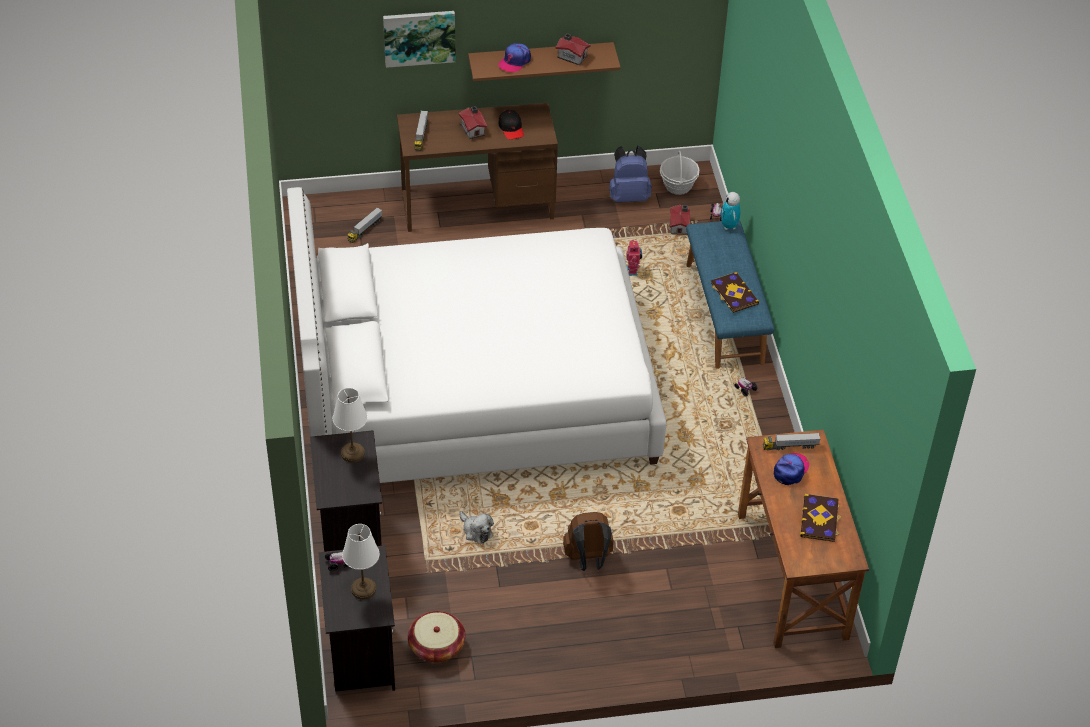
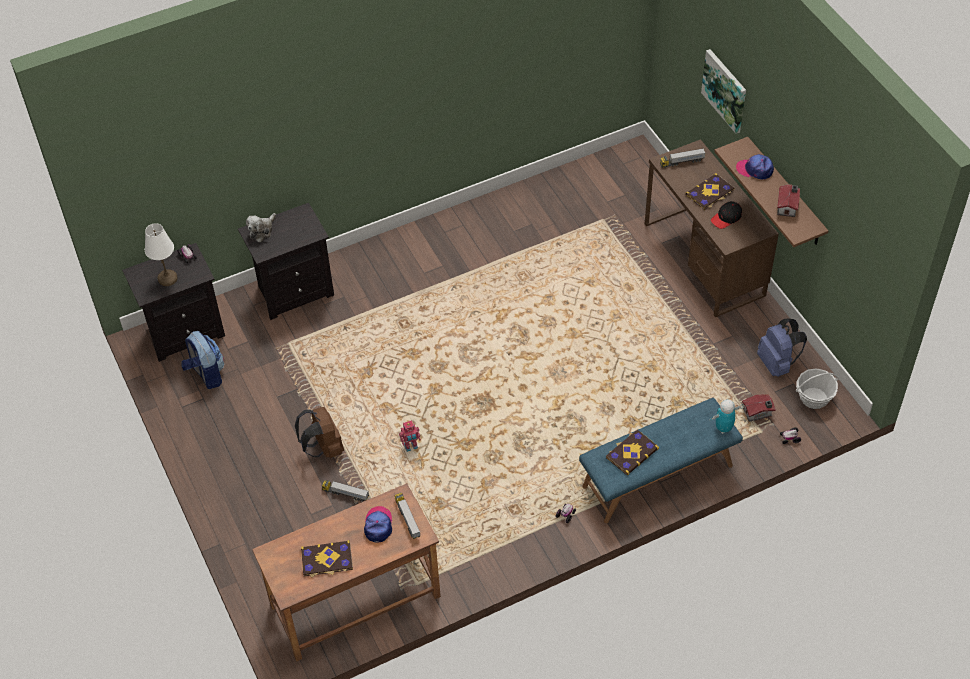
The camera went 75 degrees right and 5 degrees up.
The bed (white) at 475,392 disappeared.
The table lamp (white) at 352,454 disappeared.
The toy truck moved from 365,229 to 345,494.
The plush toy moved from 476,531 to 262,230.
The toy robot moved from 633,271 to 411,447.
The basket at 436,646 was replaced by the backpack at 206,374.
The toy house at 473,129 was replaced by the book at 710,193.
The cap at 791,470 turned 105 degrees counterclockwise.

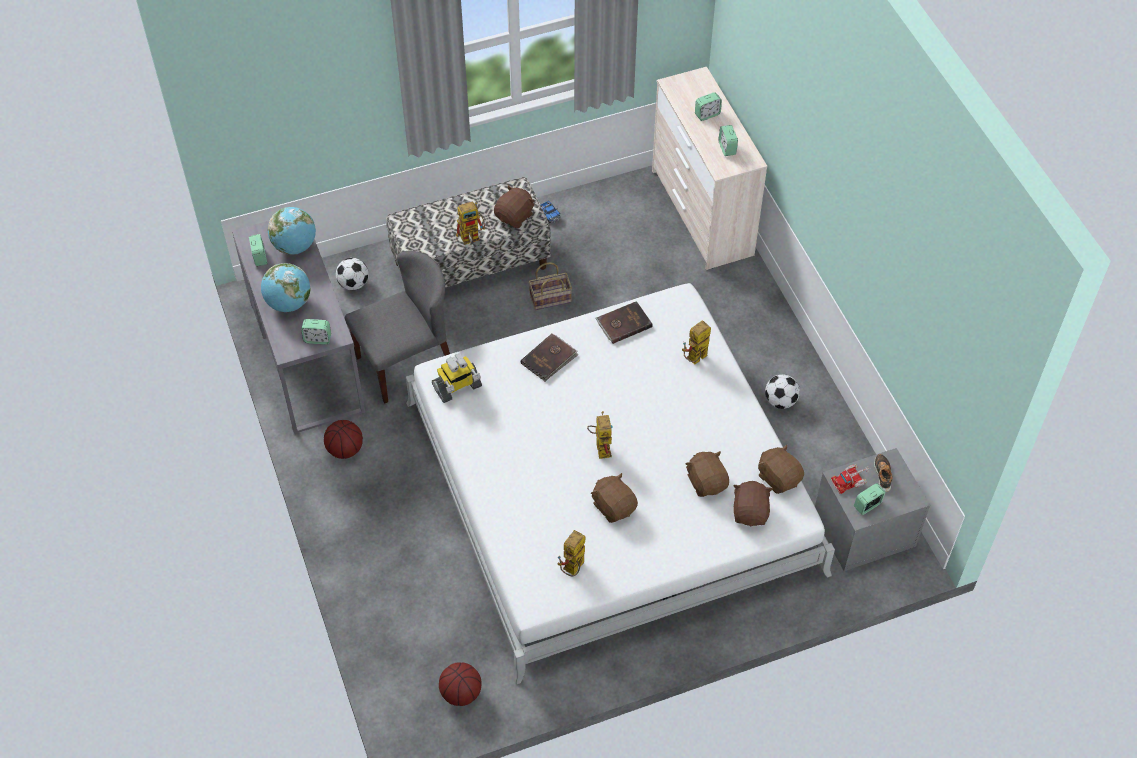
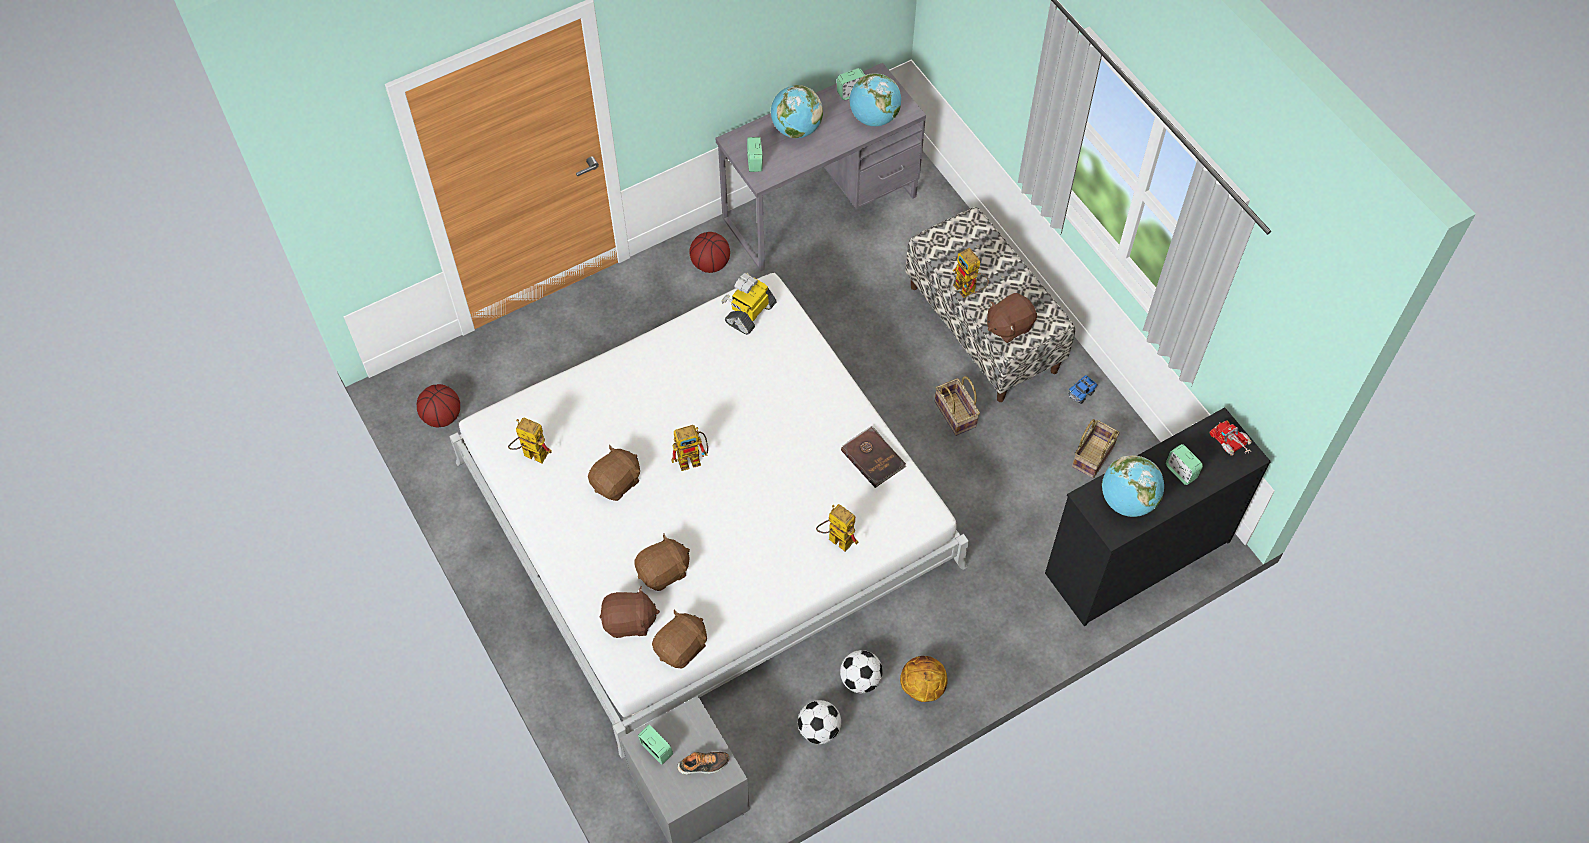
The camera went 80 degrees right and 5 degrees up.
The chair (grey) at 406,363 disappeared.
The book (brown) at 549,359 disappeared.
The basketball at 921,687 appeared.
The basket at 1092,455 appeared.
The football moved from 353,284 to 819,729.
The toy truck moved from 850,480 to 1231,443.
The alarm clock at 727,148 was replaced by the globe at 1127,501.
The dresser (beige) at 700,213 became the dresser (black) at 1136,556.
The toy robot at 457,387 turned 75 degrees clockwise.
The plush toy (brown) at 515,216 turned 120 degrees clockwise.

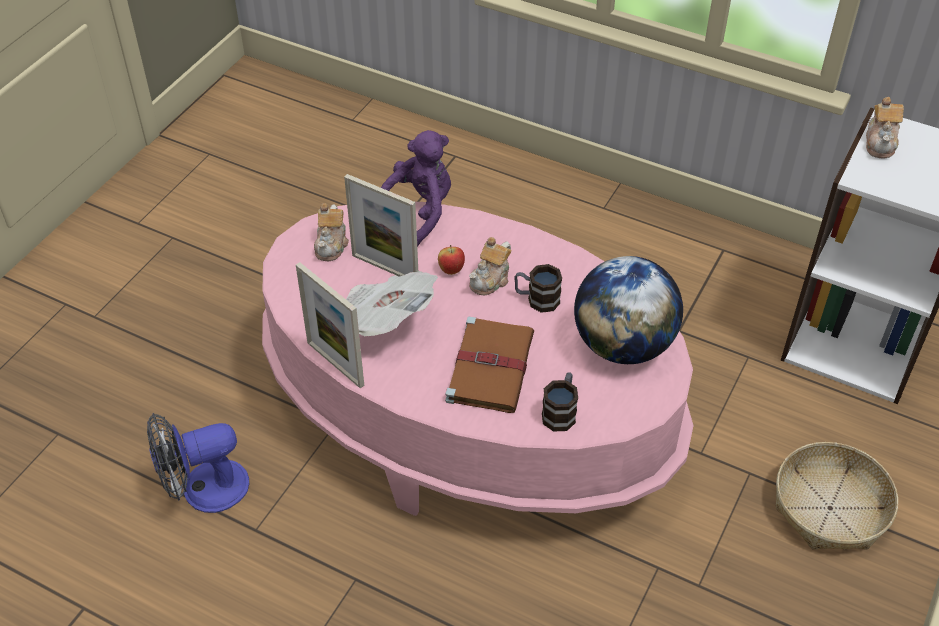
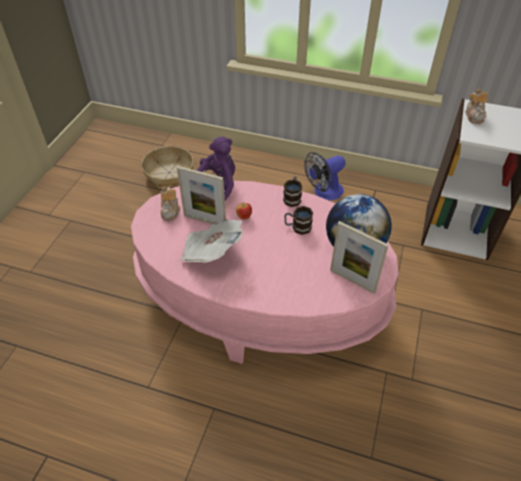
The camera went 10 degrees left and 0 degrees up.
The book (brown) at 490,366 disappeared.
The teapot at 491,280 disappeared.
The fan moved from 203,490 to 324,192.
The picture frame moved from 335,364 to 352,281.
The mug moved from 561,411 to 292,197.
The basket moved from 830,508 to 169,173.

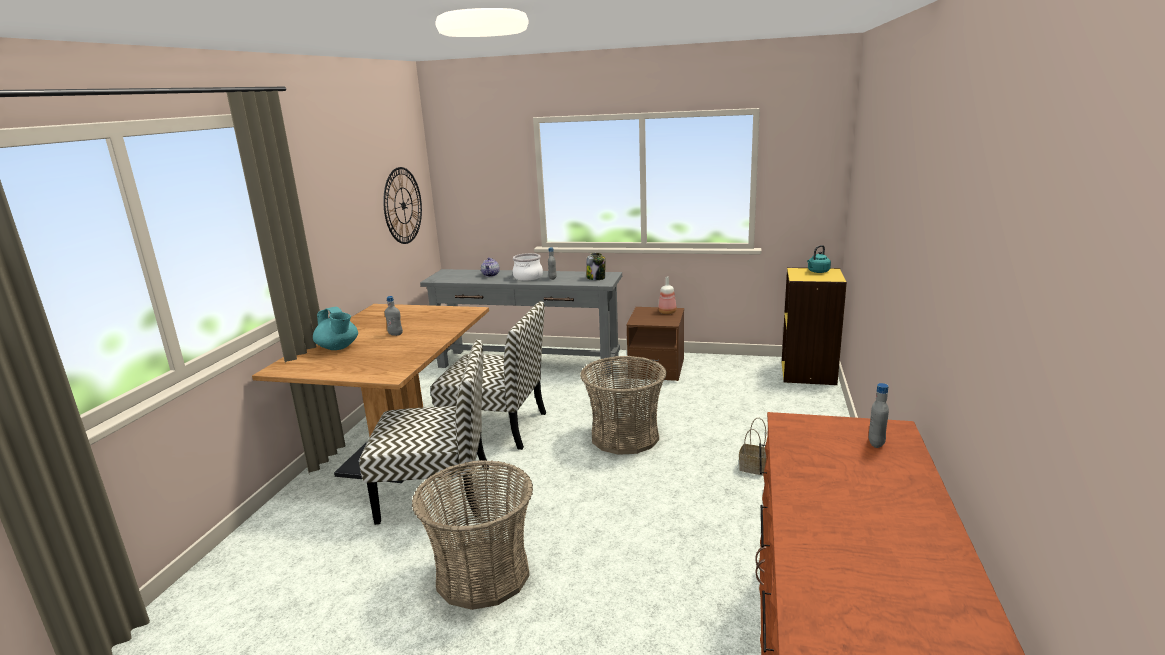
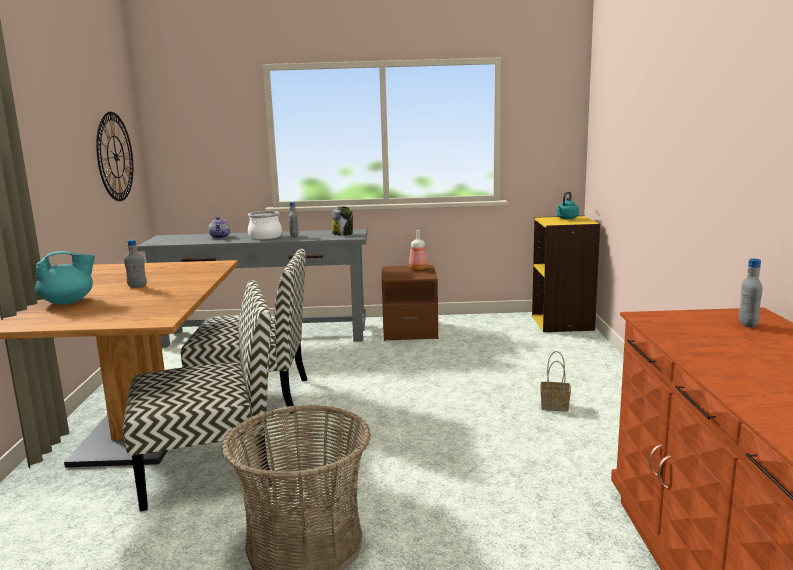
The camera went 15 degrees left and 5 degrees down.
The basket at 624,437 disappeared.
The teapot (turquoise) at 338,347 turned 60 degrees counterclockwise.

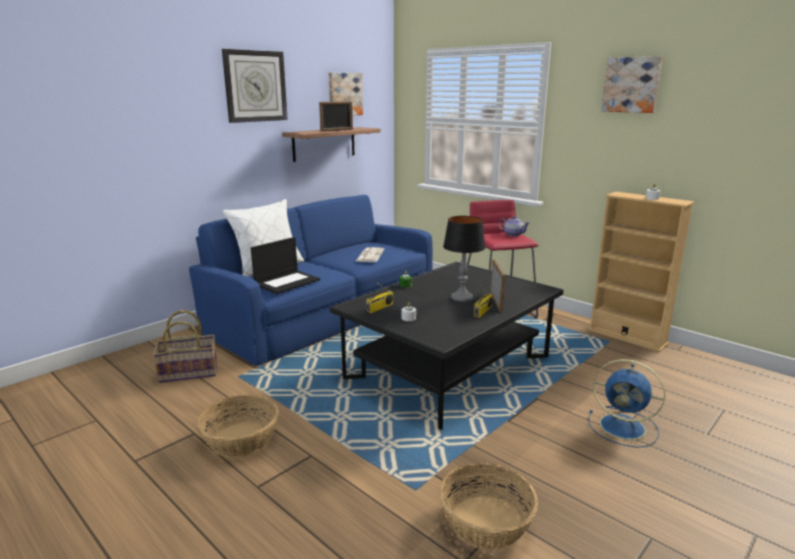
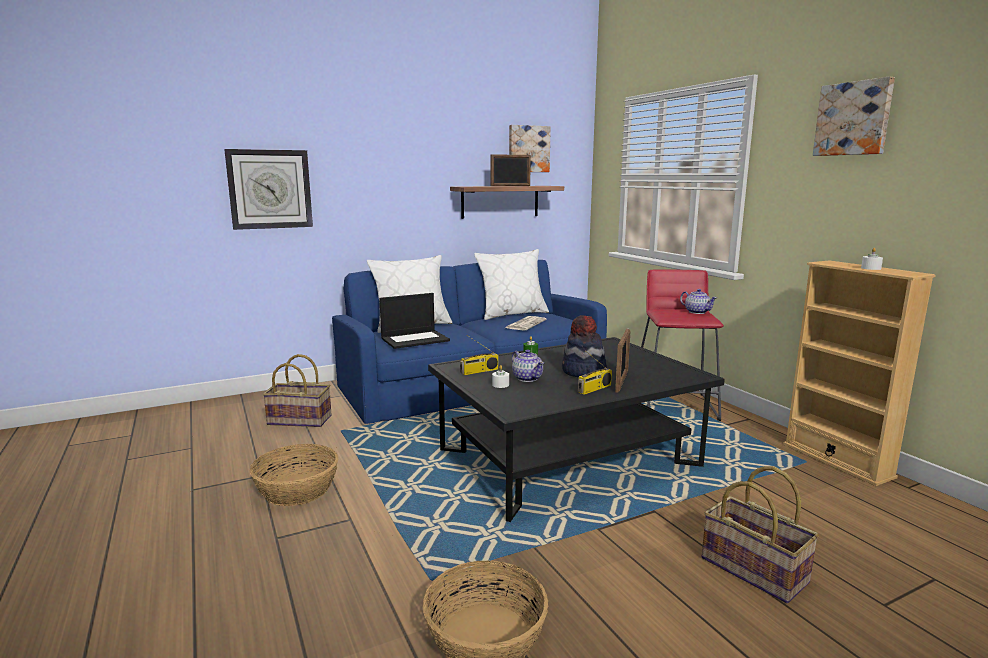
The camera went 20 degrees right and 5 degrees down.
The pillow (white) at 512,314 appeared.
The teapot at 527,378 appeared.
The wall clock moved from 255,86 to 270,189.
The table lamp at 462,298 was replaced by the hat at 583,372.
The fan (blue) at 624,427 was replaced by the basket at 755,569.

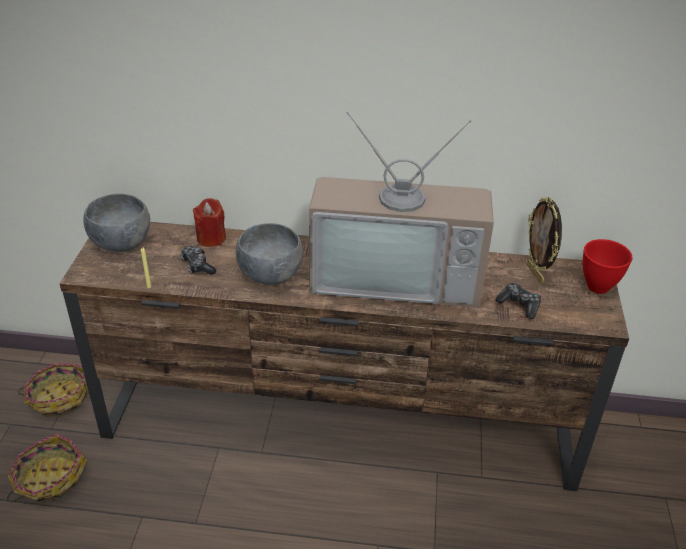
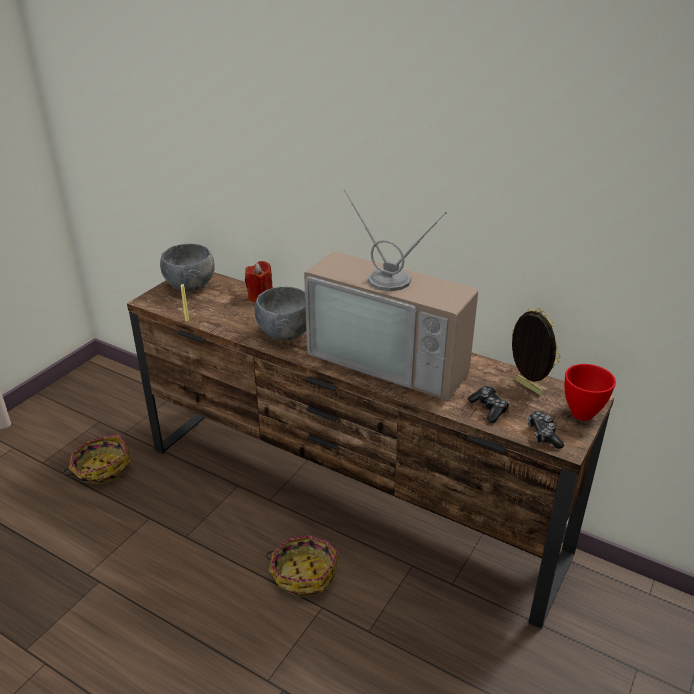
The camera went 25 degrees right and 5 degrees down.
The basket moved from 59,397 to 304,573.
The game controller moved from 197,266 to 543,435.
The picture frame at 536,273 turned 135 degrees clockwise.

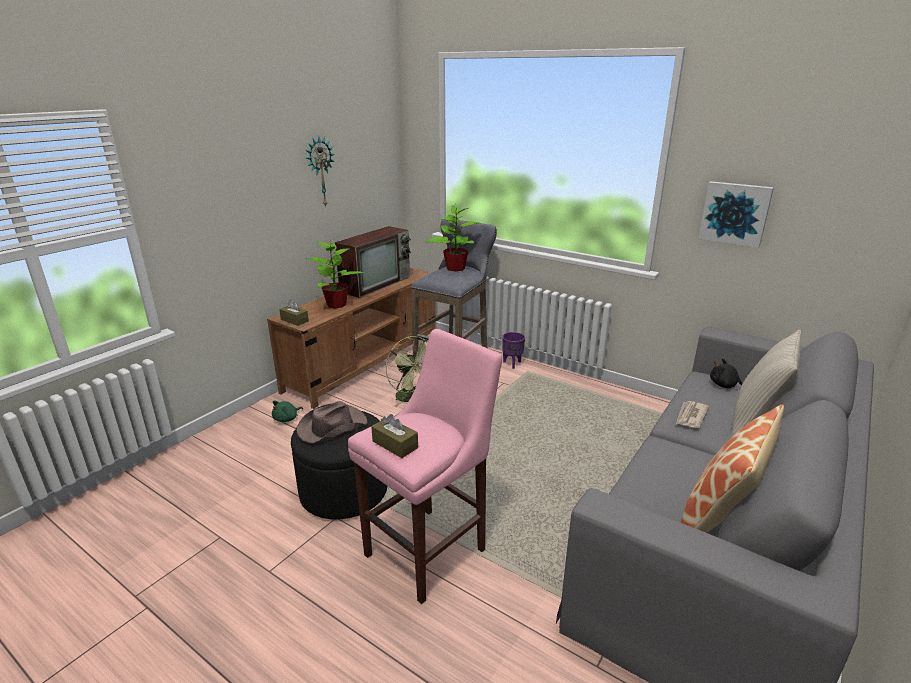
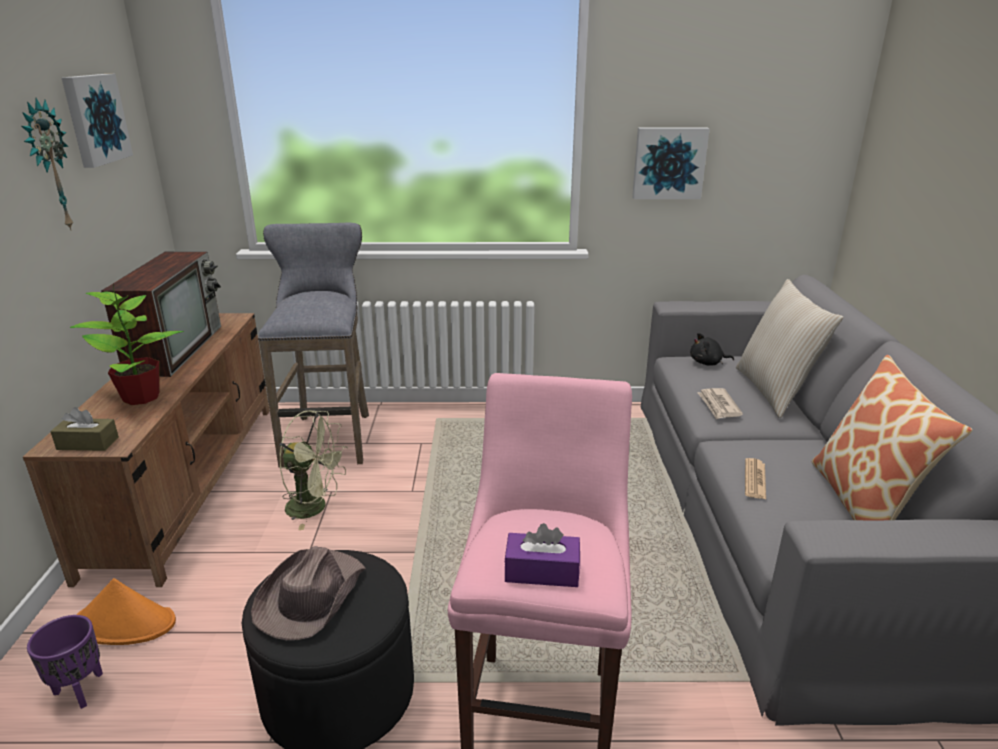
The camera went 35 degrees left and 0 degrees up.
The potted plant at 455,268 disappeared.
The picture at 94,119 appeared.
The newspaper at 755,479 appeared.
The planter (purple) moved from 512,364 to 81,690.
The plush toy (green) at 287,419 was replaced by the hat (orange) at 125,623.
The tissue box (brown) at 395,444 became the tissue box (purple) at 542,571.

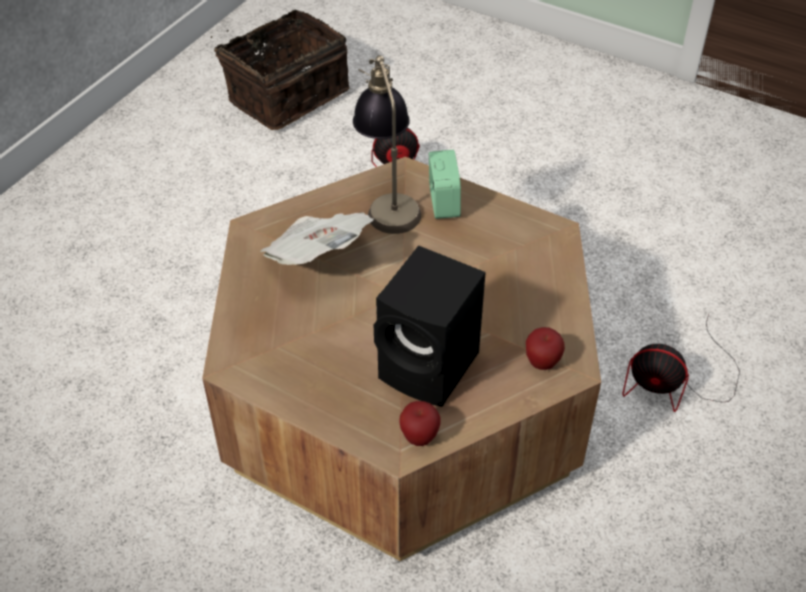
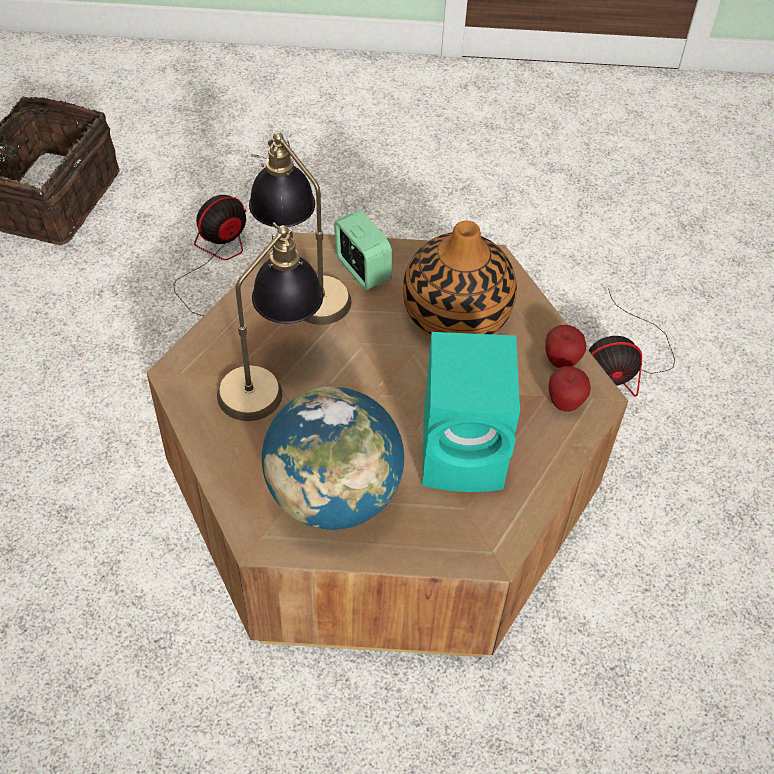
The camera went 30 degrees left and 5 degrees up.
The globe at 334,495 appeared.
The vase at 455,315 appeared.
The apple moved from 419,437 to 561,361.
The newspaper at 317,257 was replaced by the table lamp at 271,378.
The speaker (black) at 431,368 became the speaker (turquoise) at 466,453.

